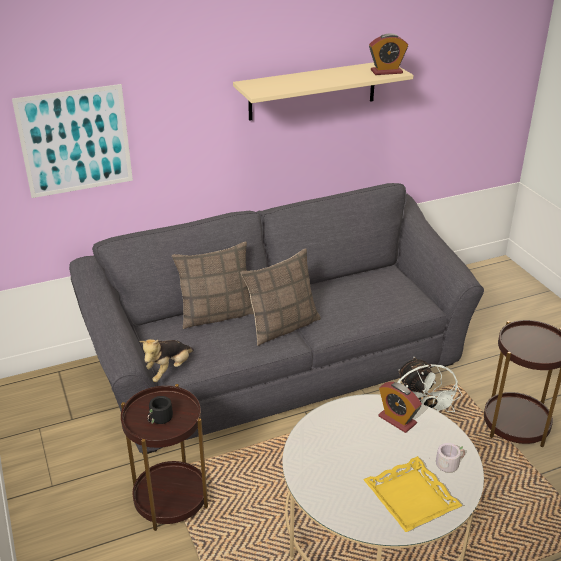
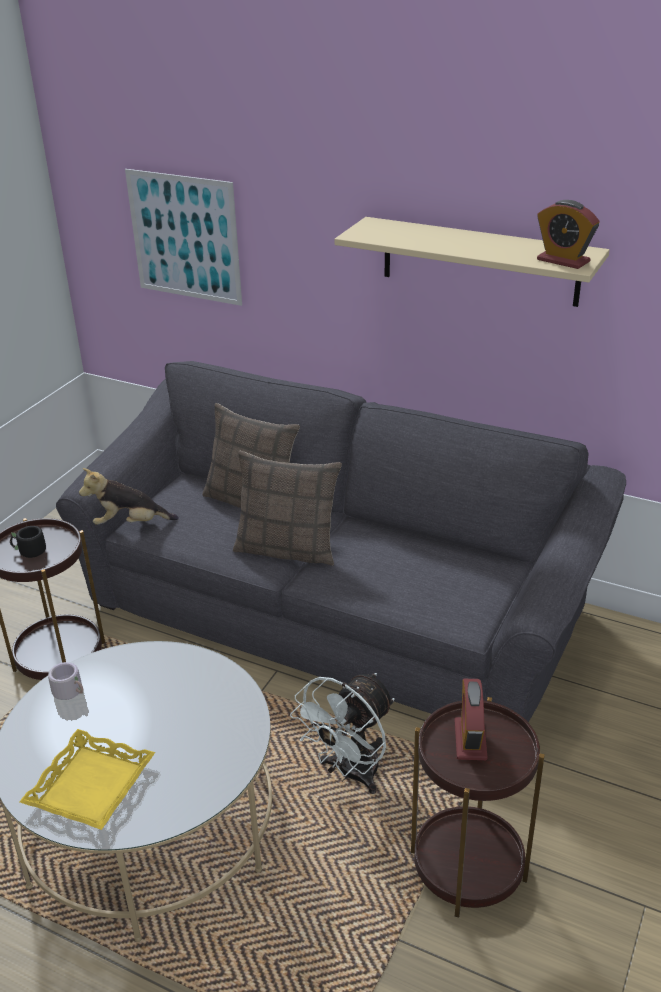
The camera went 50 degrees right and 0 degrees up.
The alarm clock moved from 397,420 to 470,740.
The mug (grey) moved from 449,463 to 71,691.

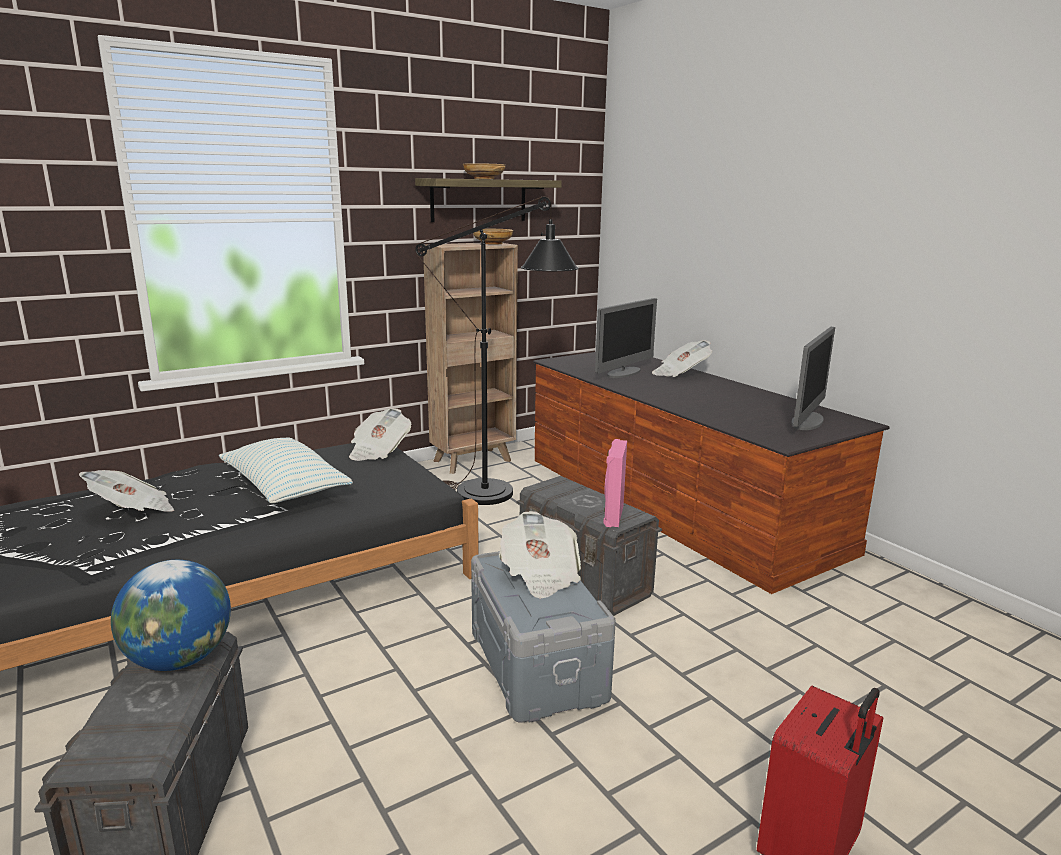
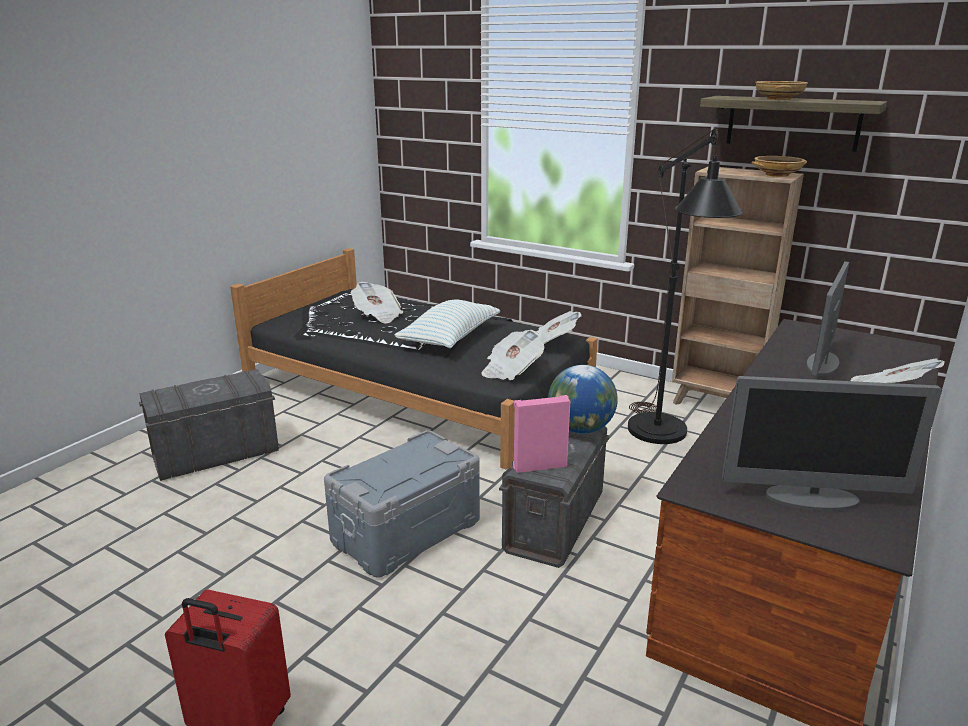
The camera went 65 degrees right and 5 degrees up.
The globe moved from 180,659 to 581,429.
The newspaper moved from 540,575 to 511,370.
The monitor at 624,373 turned 105 degrees clockwise.

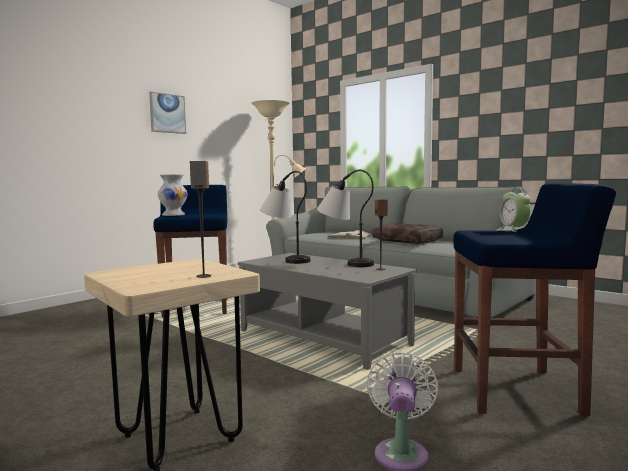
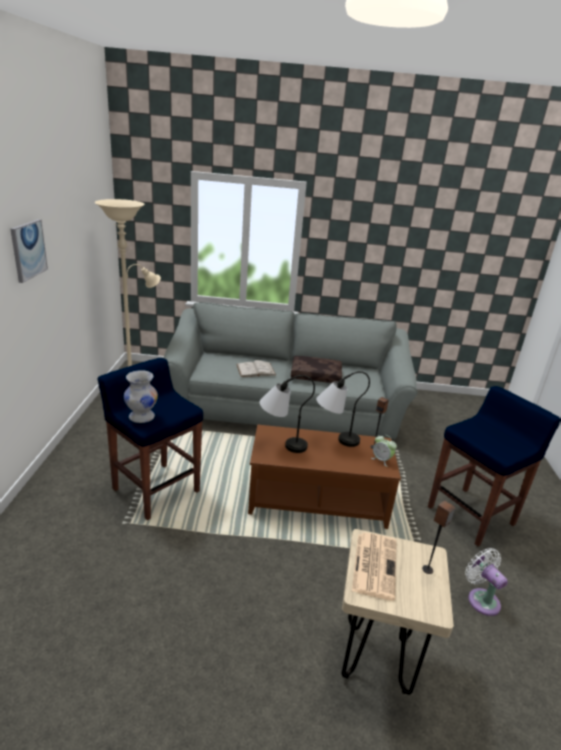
The camera went 40 degrees left and 20 degrees up.
The newspaper at 374,564 appeared.
The alarm clock moved from 513,230 to 381,460.
The coffee table (grey) at 324,337 became the coffee table (brown) at 317,498.

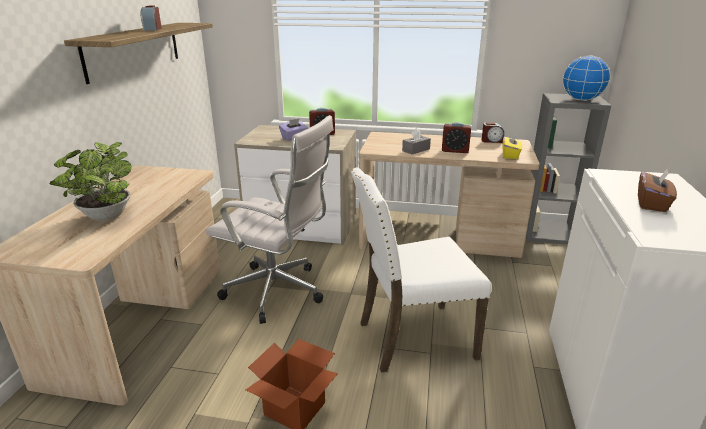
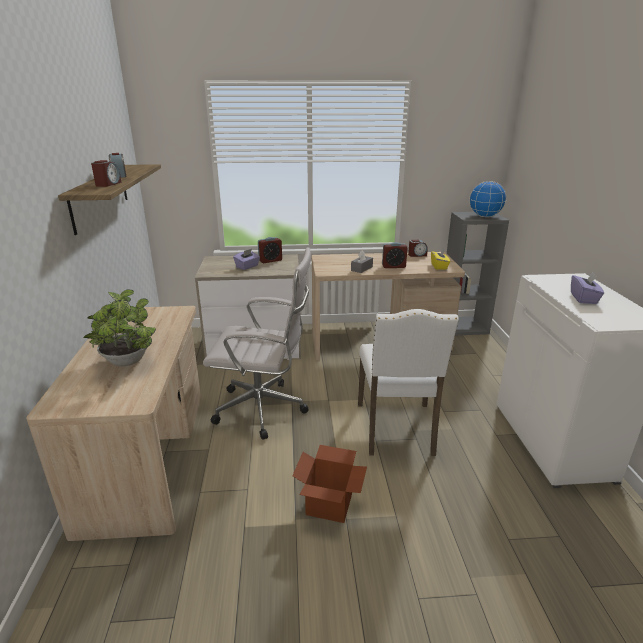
The camera went 15 degrees left and 0 degrees up.
The alarm clock at 108,184 appeared.
The tissue box (brown) at 652,204 became the tissue box (purple) at 584,298.
The chair (white) at 413,338 turned 60 degrees counterclockwise.

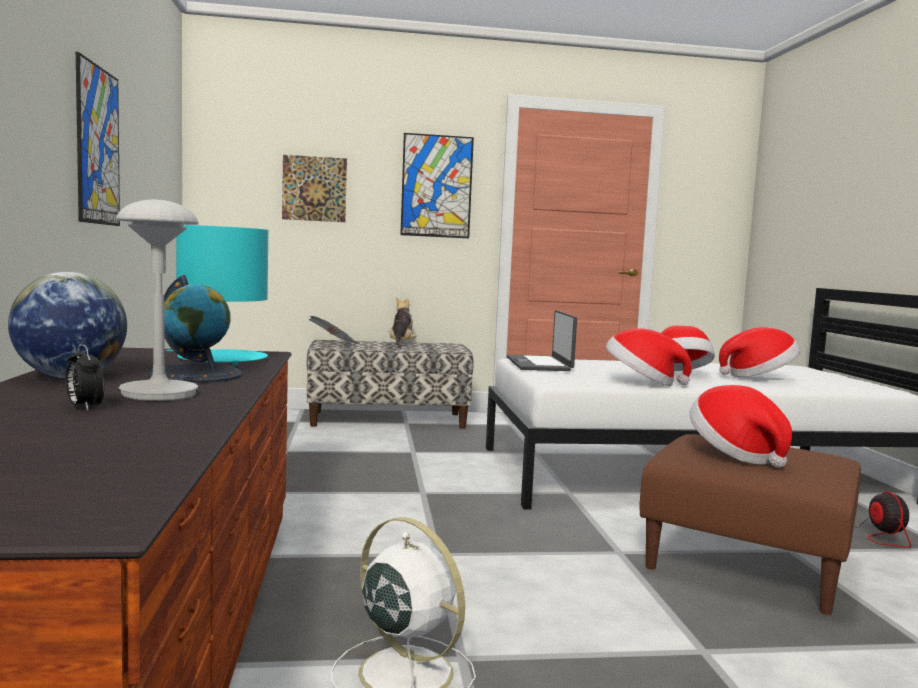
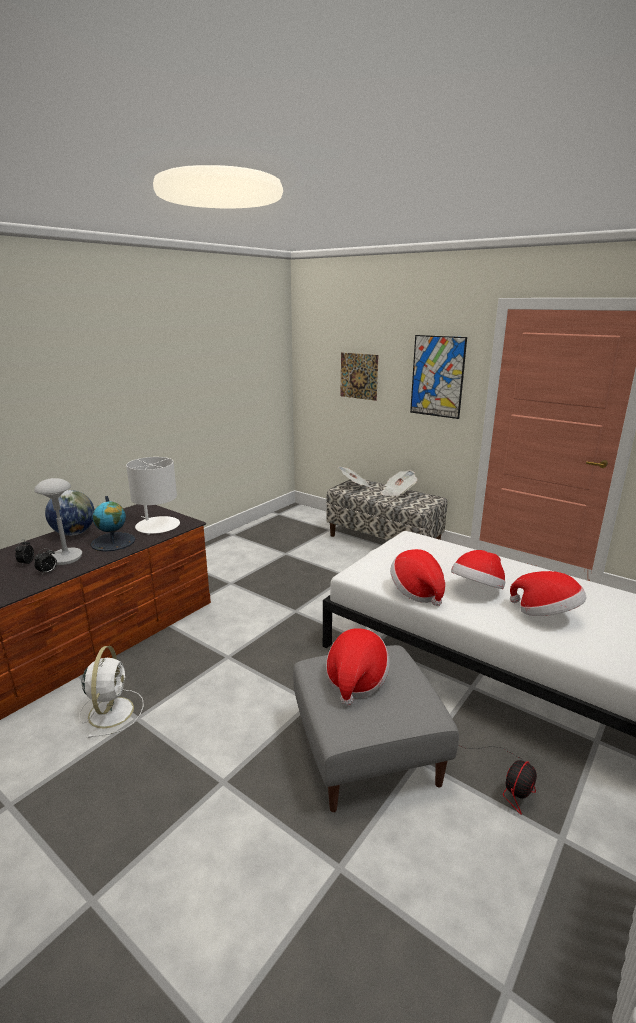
The camera went 45 degrees right and 15 degrees up.
The picture at 98,146 disappeared.
The laptop at 539,364 disappeared.
The alarm clock at 48,572 appeared.
The plush toy at 401,344 was replaced by the newspaper at 397,492.
The table lamp (turquoise) at 221,359 became the table lamp (white) at 157,526.
The ottoman (brown) at 748,562 became the ottoman (grey) at 368,751.

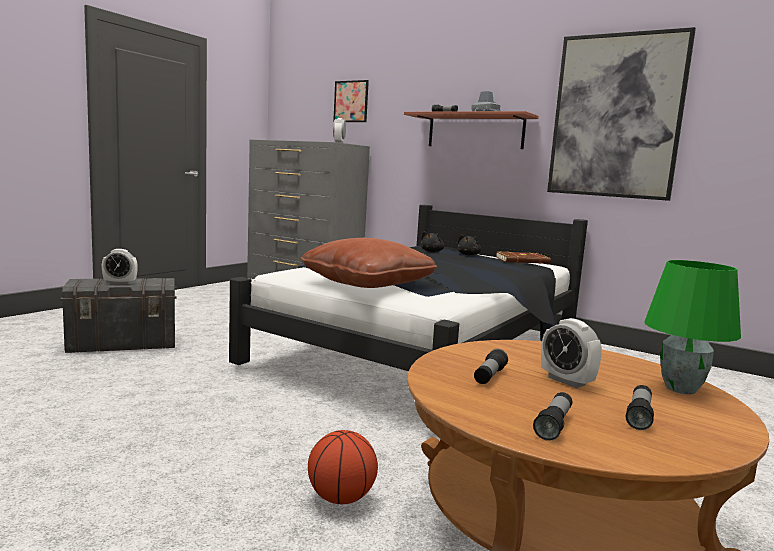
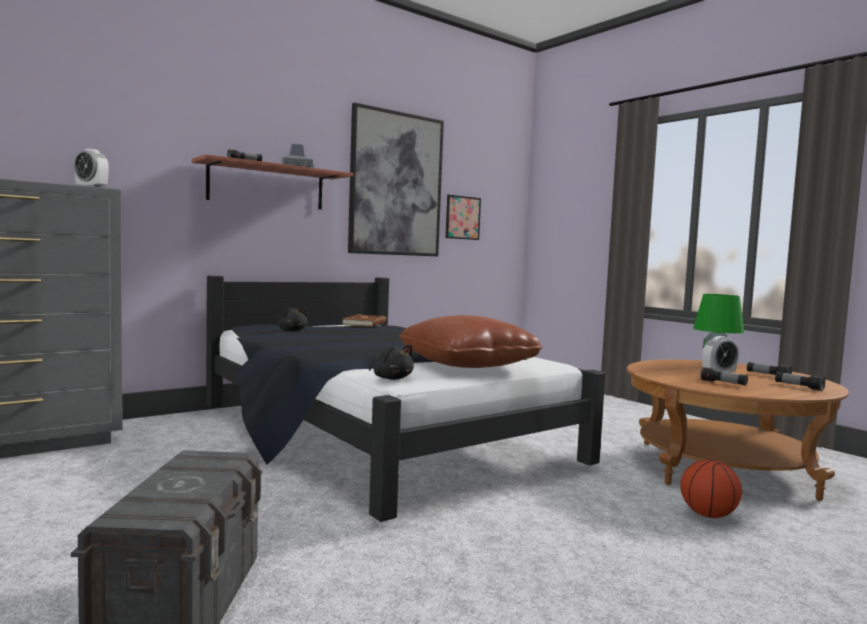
The camera went 70 degrees left and 5 degrees down.
The alarm clock at 120,283 disappeared.
The picture moved from 351,101 to 462,217.
The plush toy (black) moved from 468,255 to 391,378.

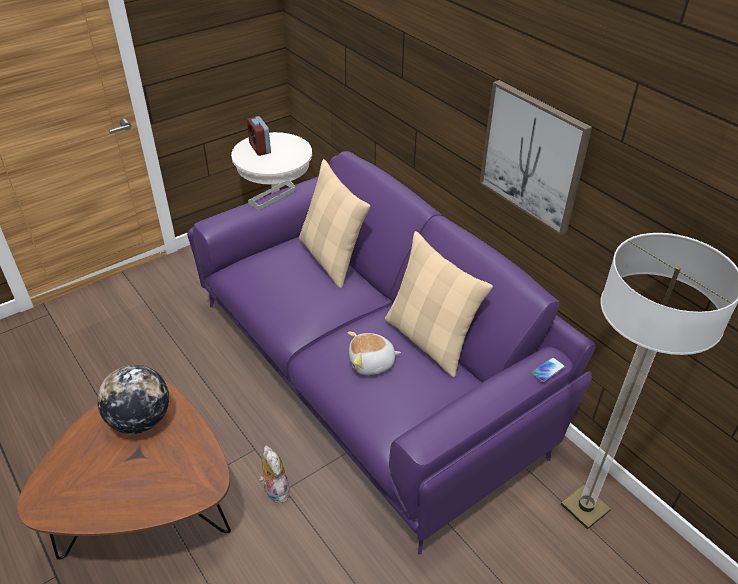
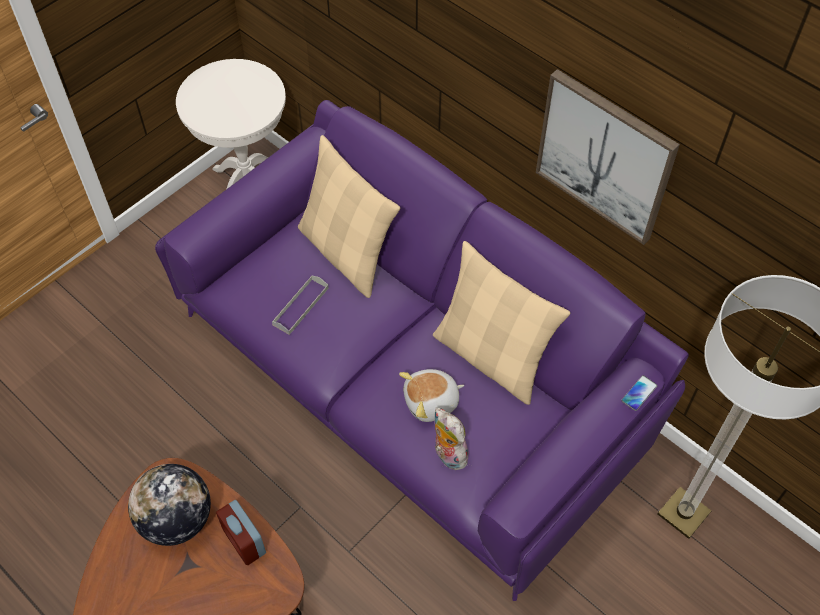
The camera went 10 degrees left and 15 degrees up.
The alarm clock moved from 260,148 to 244,541.
The tray (grey) moved from 272,197 to 300,306.
The plush toy moved from 275,490 to 447,454.

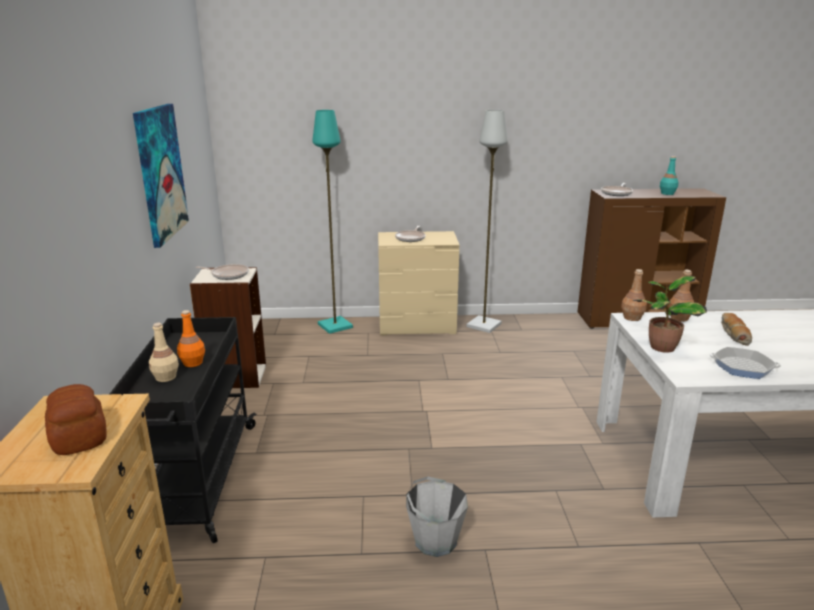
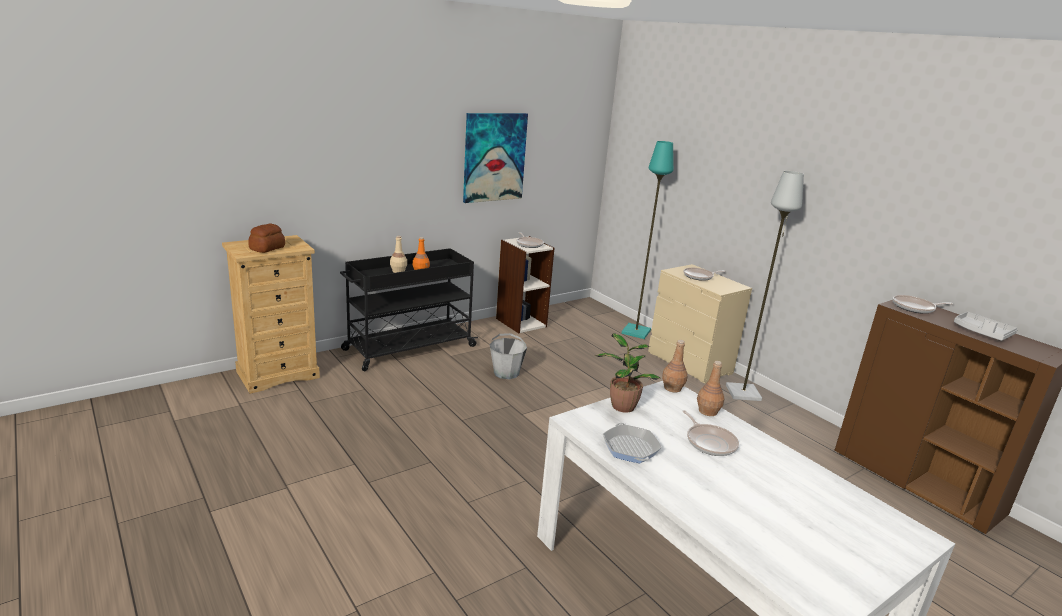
The camera went 55 degrees right and 0 degrees up.
The bucket (grey) moved from 435,540 to 506,373.
The bottle (turquoise) at 667,193 was replaced by the tray (grey) at 981,333.
The bread at 733,334 was replaced by the frying pan at 709,442.

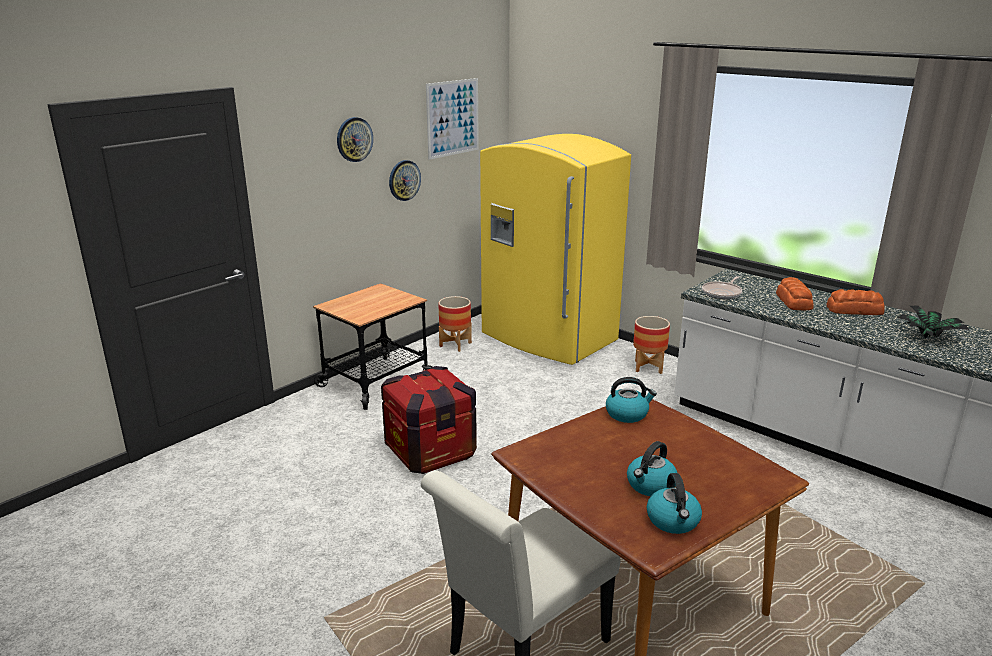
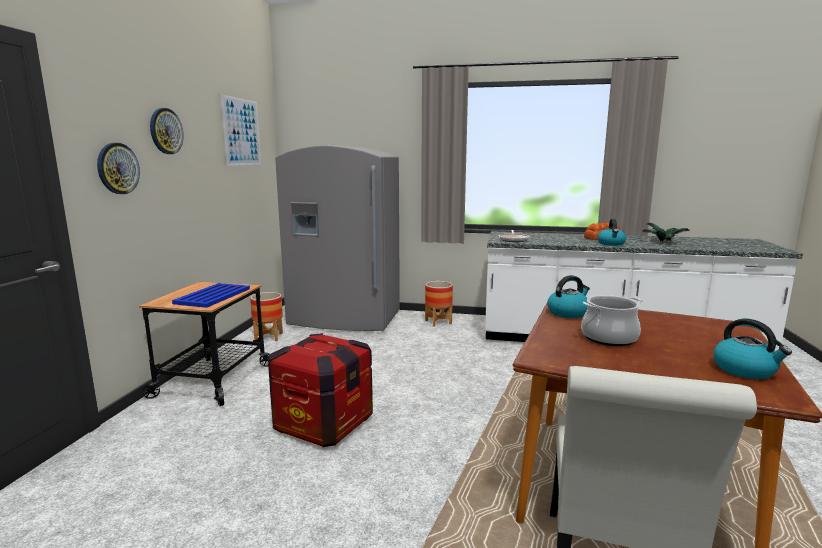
The camera went 30 degrees left and 10 degrees down.
The bread at 794,301 disappeared.
The tray (blue) at 213,296 appeared.
The cooking pot at 609,338 appeared.
The wall clock moved from 404,180 to 117,168.
The kettle moved from 651,485 to 611,244.
The fridge (yellow) at 547,338 became the fridge (grey) at 344,319.

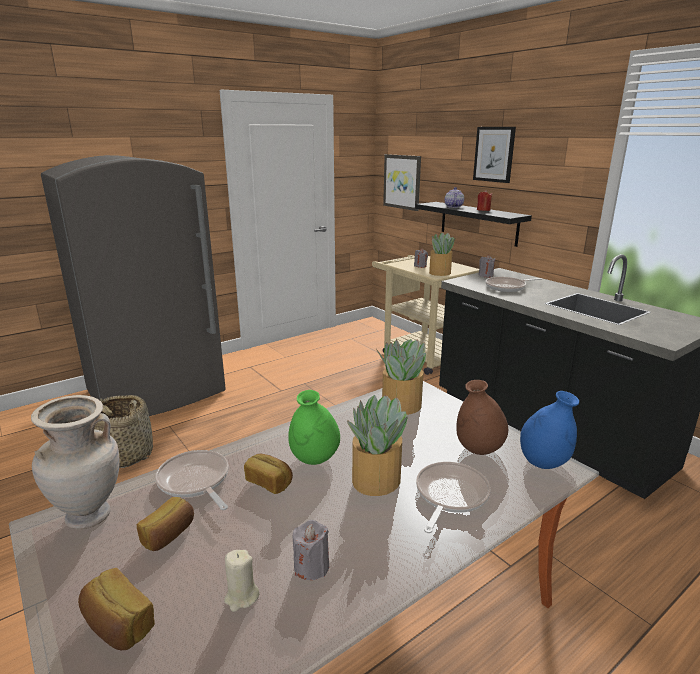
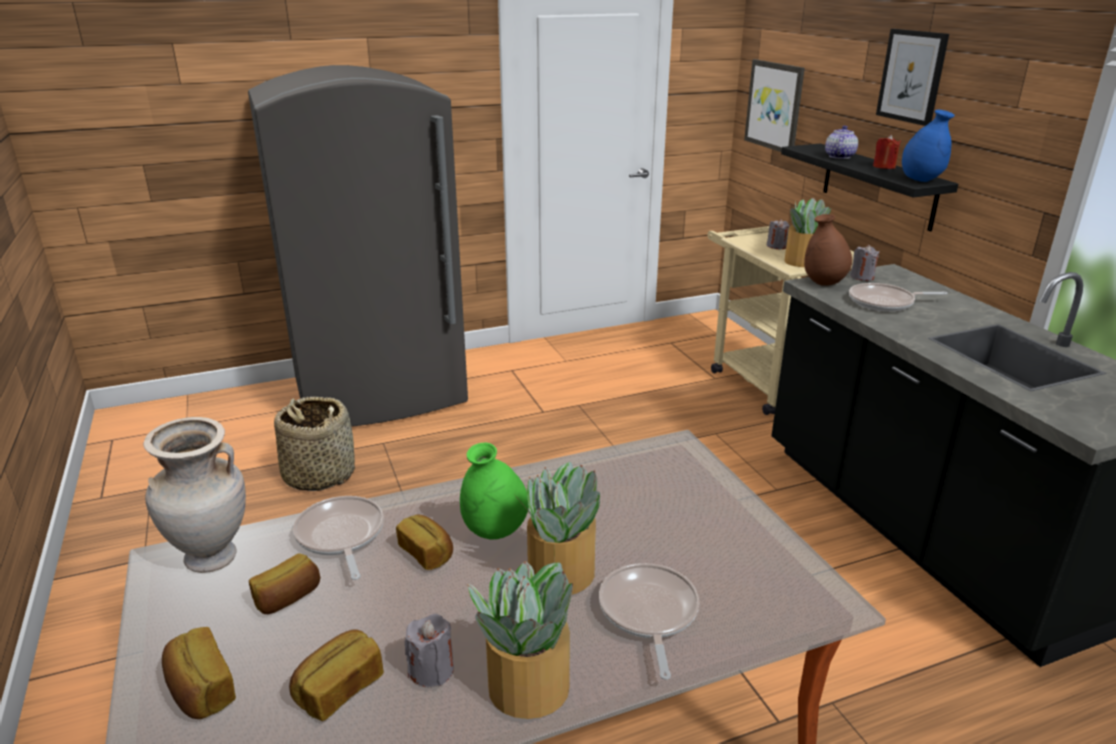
The camera went 15 degrees right and 5 degrees up.
The potted plant moved from 400,405 to 526,687.
The vase (brown) moved from 479,450 to 824,283.
The vase (blue) moved from 543,462 to 921,180.
The candle (beige) at 241,597 was replaced by the bread at 339,688.
The frying pan at 450,495 turned 45 degrees counterclockwise.

